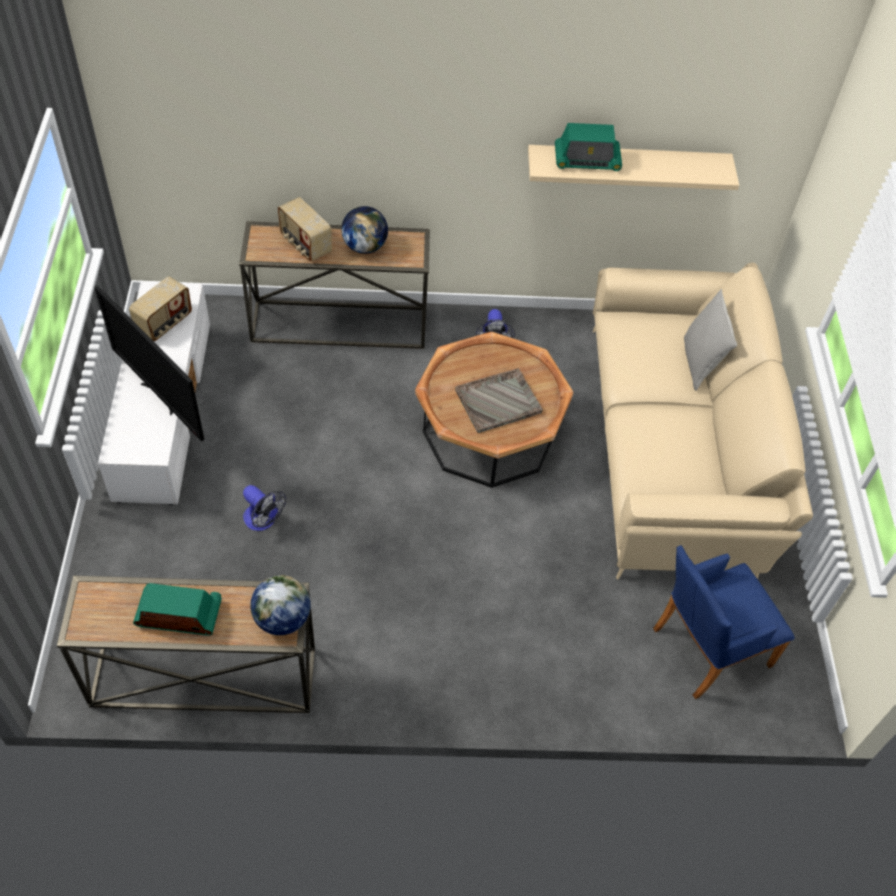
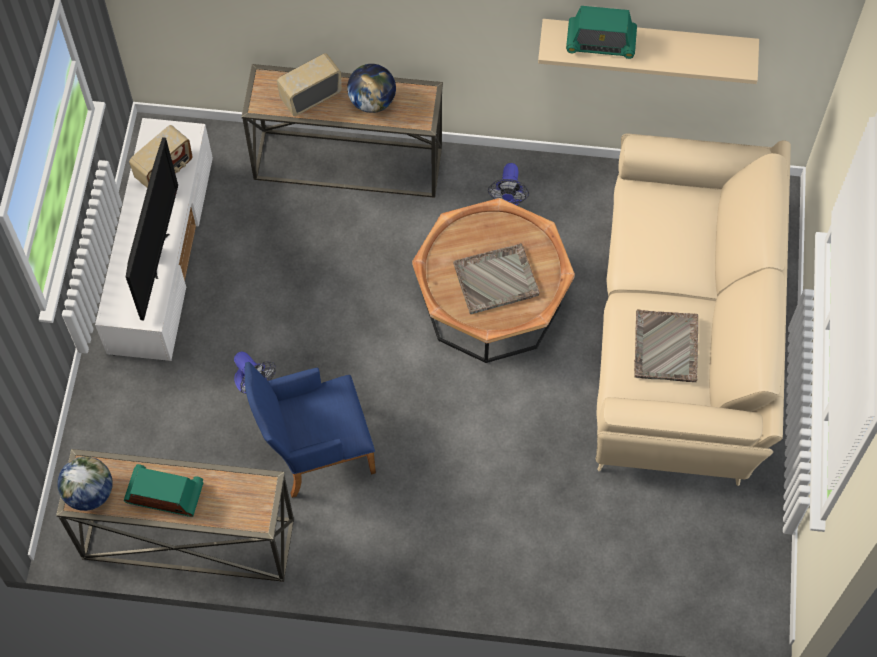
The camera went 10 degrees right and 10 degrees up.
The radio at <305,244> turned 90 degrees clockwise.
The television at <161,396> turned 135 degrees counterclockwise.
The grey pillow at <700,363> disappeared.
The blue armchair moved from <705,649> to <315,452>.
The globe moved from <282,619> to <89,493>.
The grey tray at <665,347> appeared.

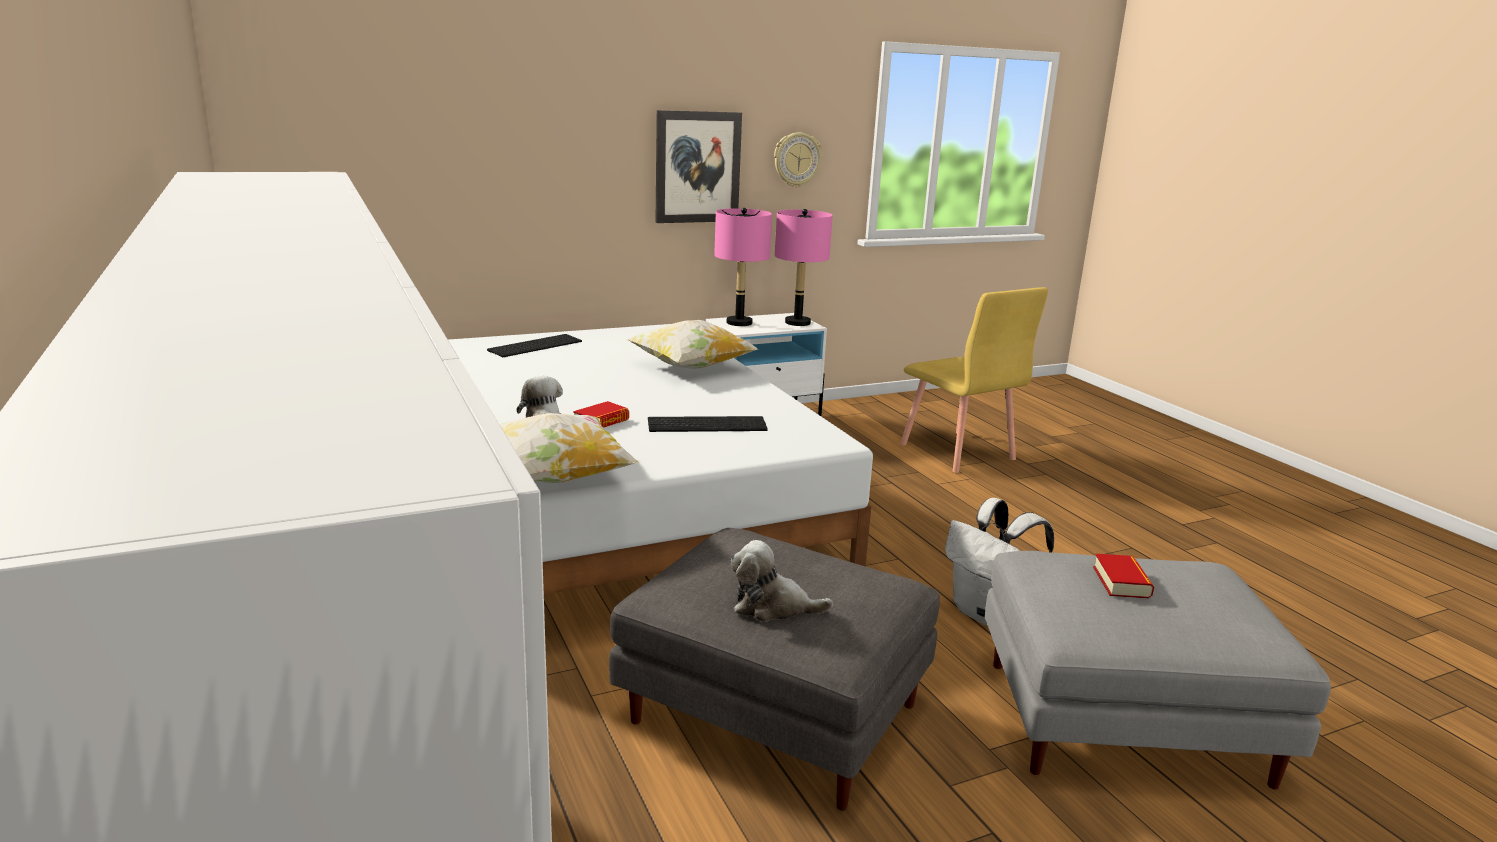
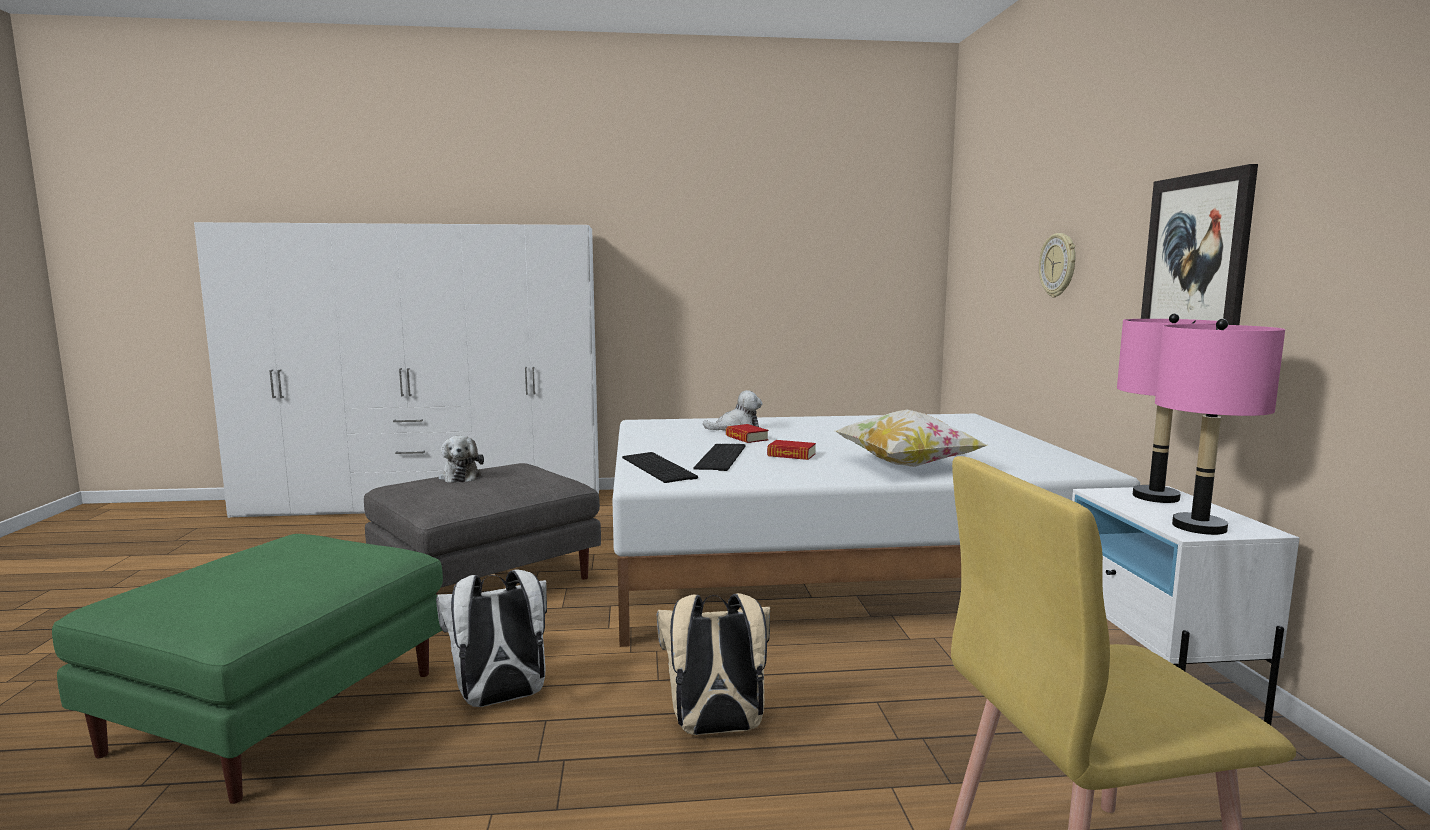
The camera went 110 degrees right and 10 degrees down.
The wall clock moved from <796,159> to <1058,265>.
The keyboard moved from <535,345> to <660,467>.
The pillow at <554,478> disappeared.
The plush toy at <772,607> turned 135 degrees clockwise.
The grey ottoman at <1120,722> became the green ottoman at <280,709>.
The book moved from <1121,582> to <791,455>.
The beige backpack at <716,729> appeared.

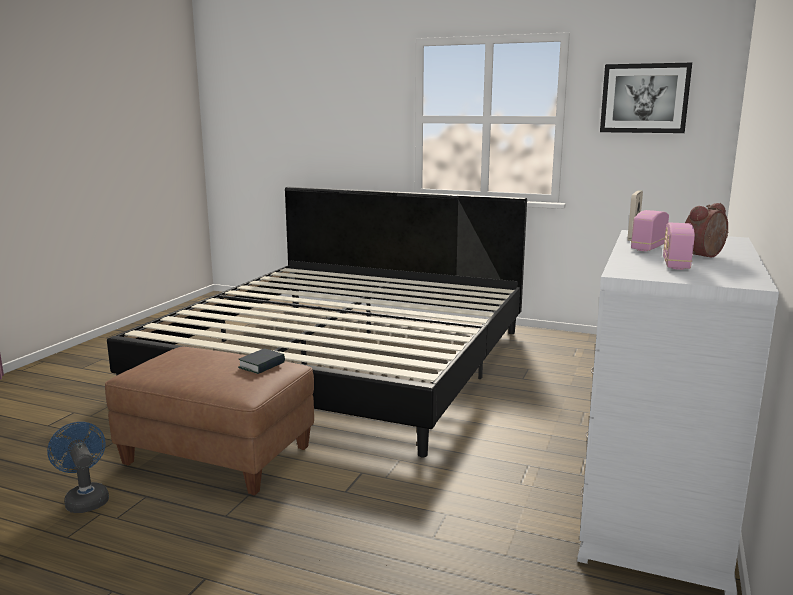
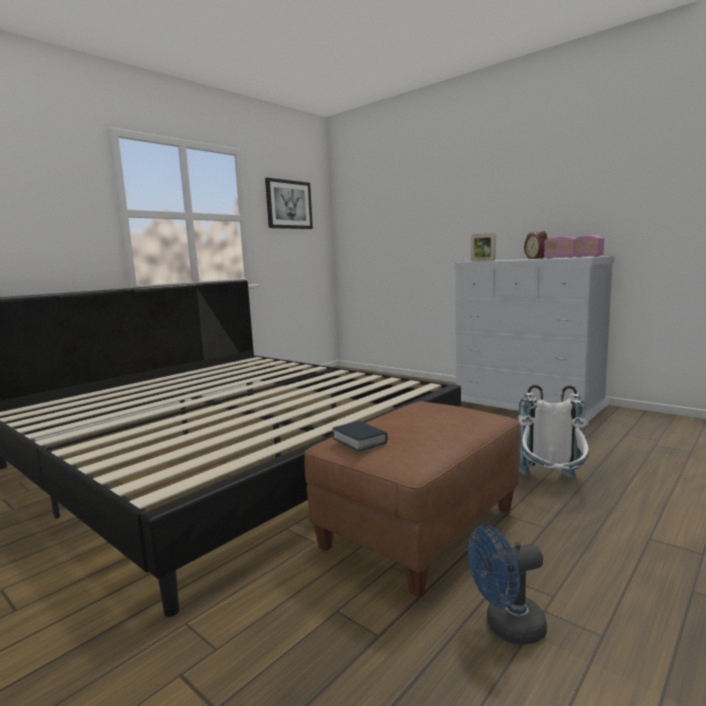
The camera went 70 degrees left and 5 degrees down.
The radio moved from <648,247> to <587,256>.
The book moved from <262,365> to <359,441>.
The white backpack at <552,485> appeared.

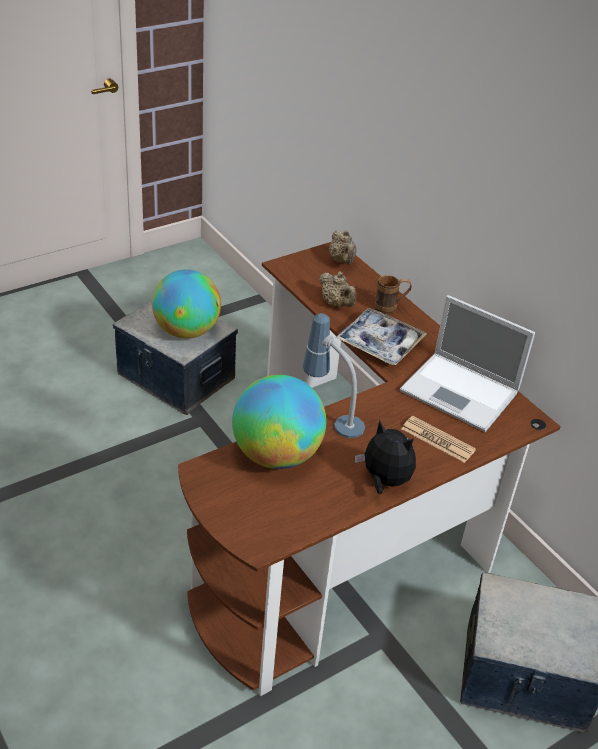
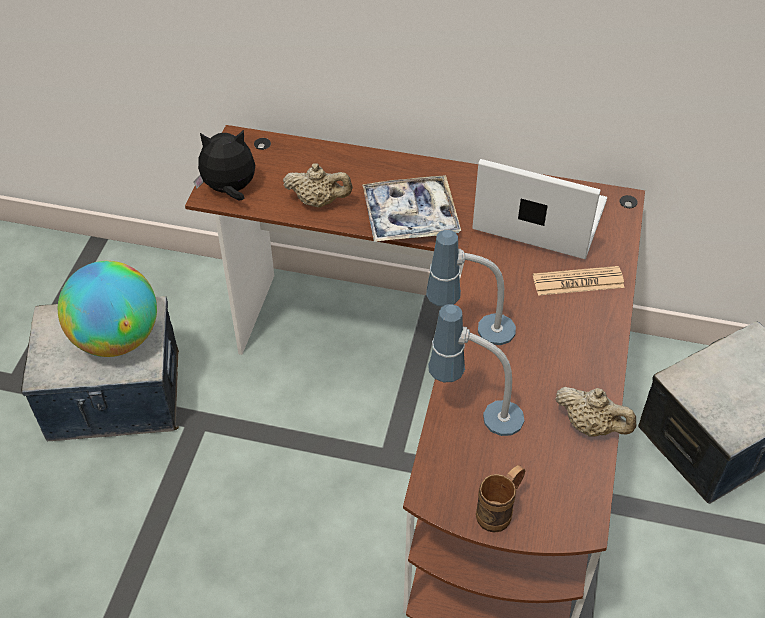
The camera went 40 degrees left and 10 degrees up.
The beige teapot moved from <342,261> to <591,426>.
The brown mug moved from <390,308> to <500,511>.
The laptop at <461,392> turned 150 degrees counterclockwise.
The globe at <276,455> was replaced by the table lamp at <474,414>.
The plush toy moved from <384,481> to <229,190>.

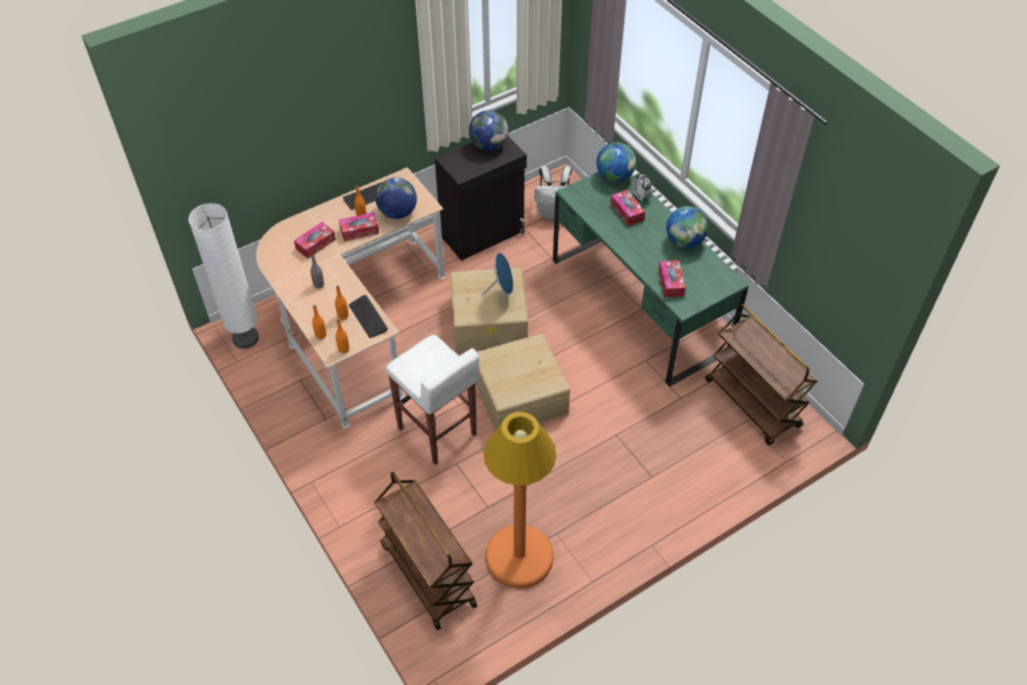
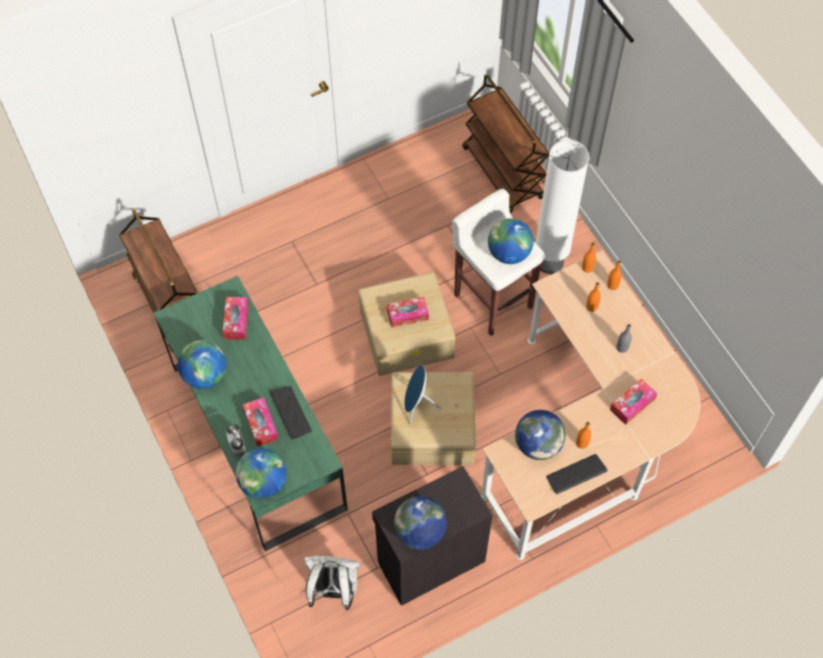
The camera went 175 degrees left and 10 degrees up.
The white floor lamp moved from <245,338> to <550,262>.
The tissue box moved from <359,231> to <407,315>.
The keyboard moved from <368,317> to <291,412>.
The orange floor lamp at <519,557> disappeared.
The globe at <509,253> appeared.

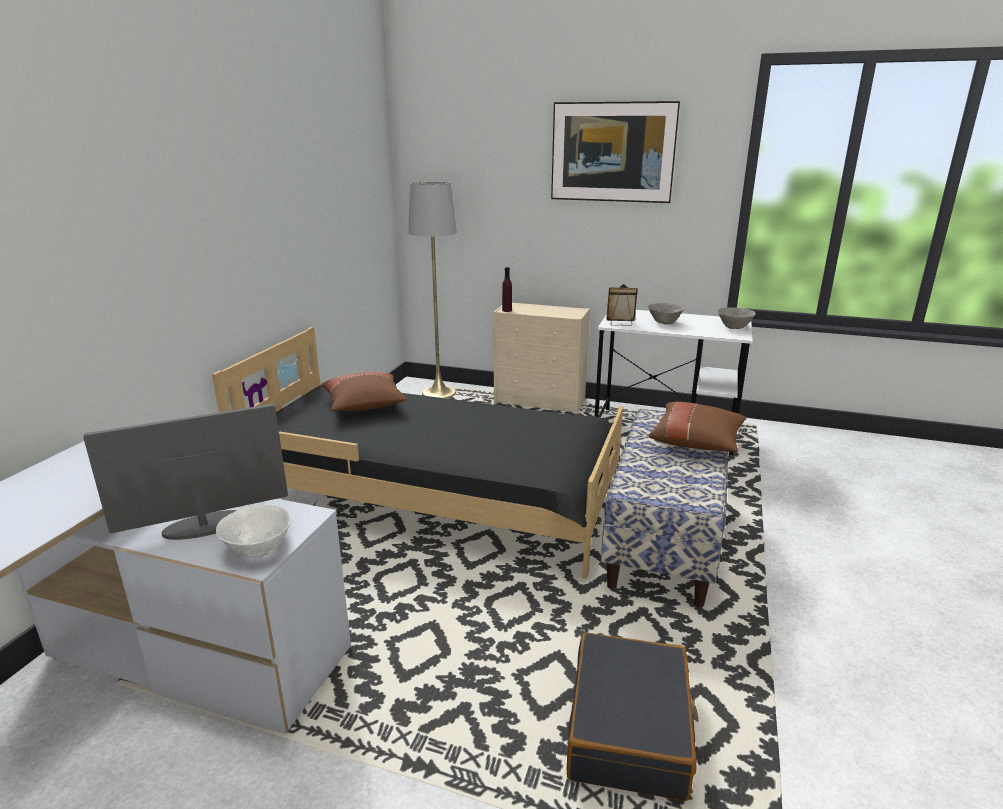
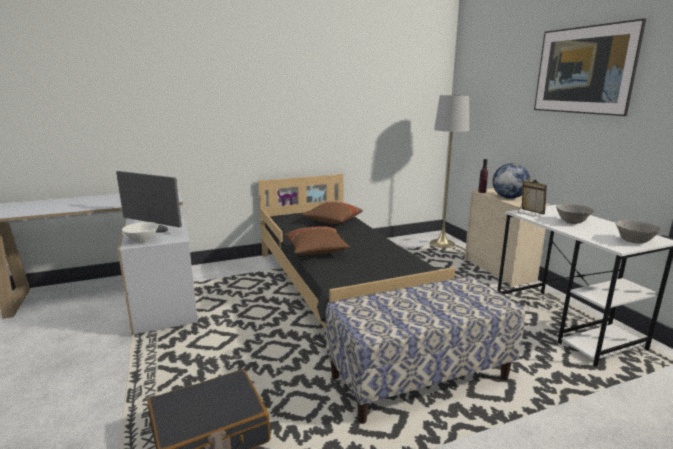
The camera went 50 degrees right and 5 degrees down.
The brown pillow moved from <696,442> to <316,251>.
The globe at <508,197> appeared.

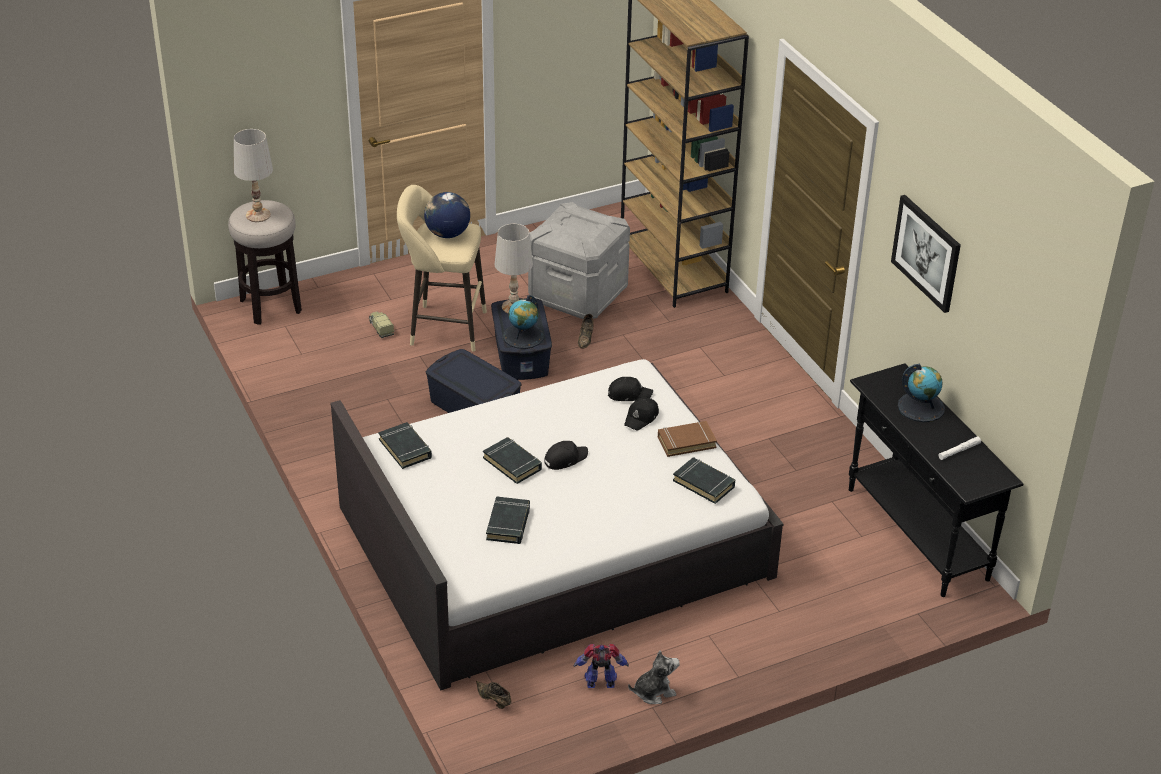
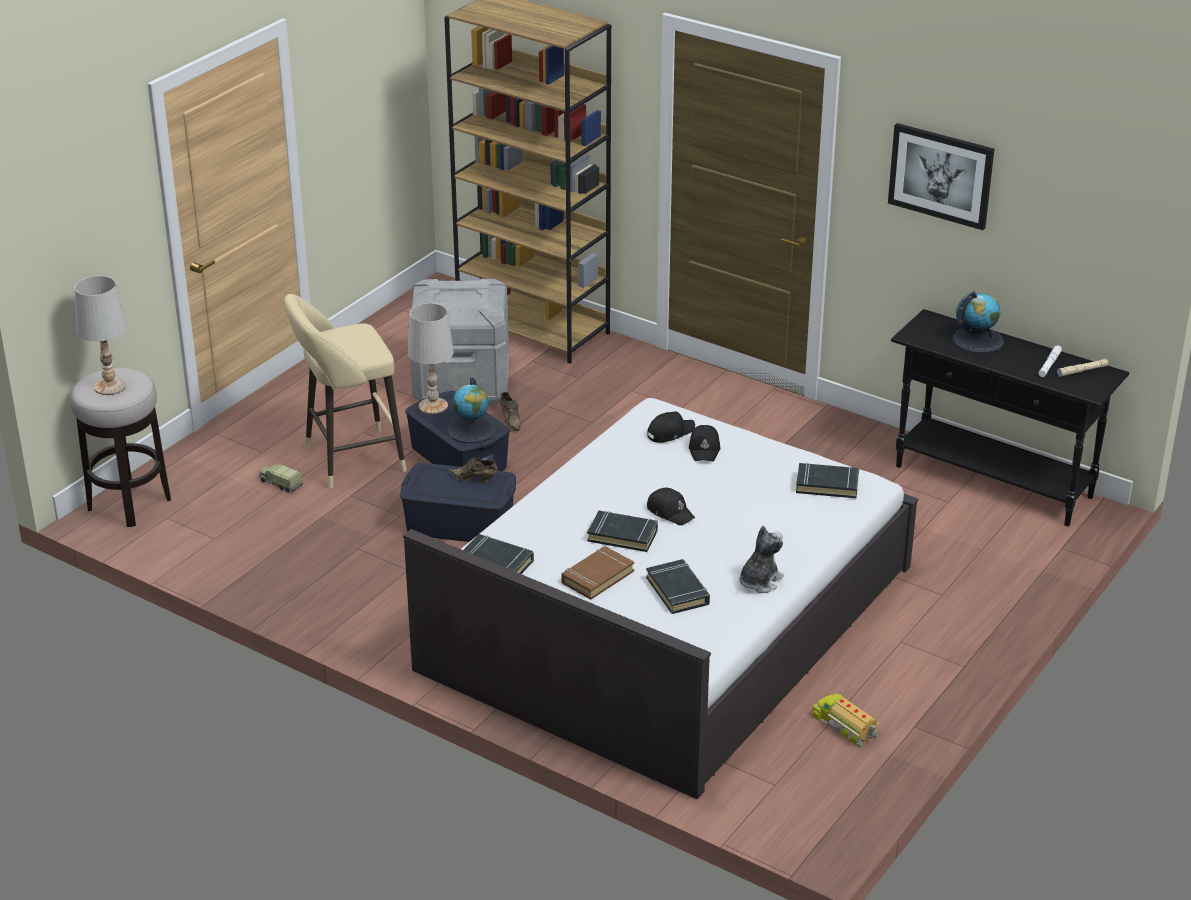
The camera went 30 degrees left and 5 degrees down.
The globe at <447,234> disappeared.
The brown book moved from <686,442> to <597,577>.
The black cap at <565,459> turned 105 degrees clockwise.
The toy robot at <601,683> was replaced by the toy truck at <846,726>.
The plush toy moved from <653,692> to <759,581>.
The brown shoe moved from <494,700> to <475,479>.
The beige flashlight at <1082,371> appeared.

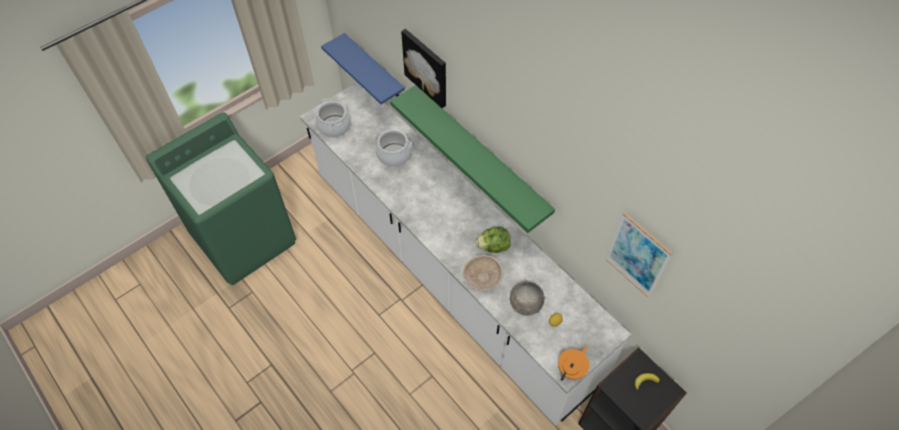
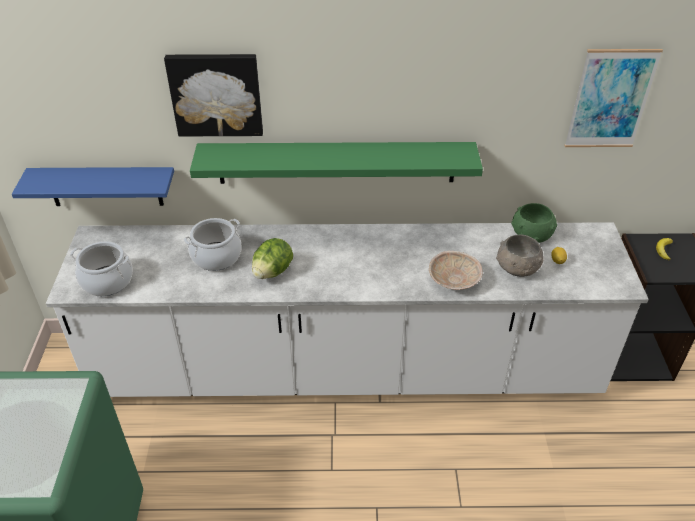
The camera went 50 degrees left and 15 degrees down.
The lettuce moved from <493,246> to <272,272>.
The orange teapot at <572,369> disappeared.
The green bowl at <531,235> appeared.

